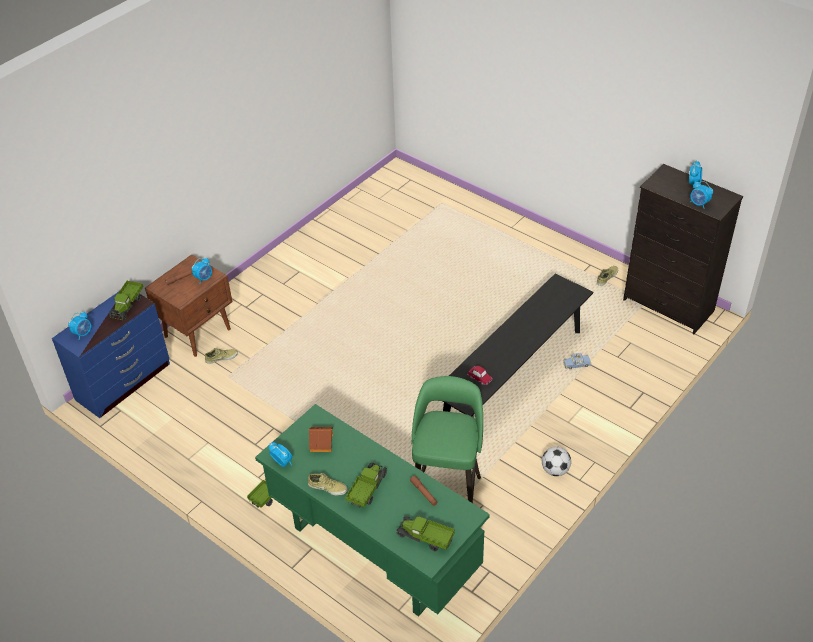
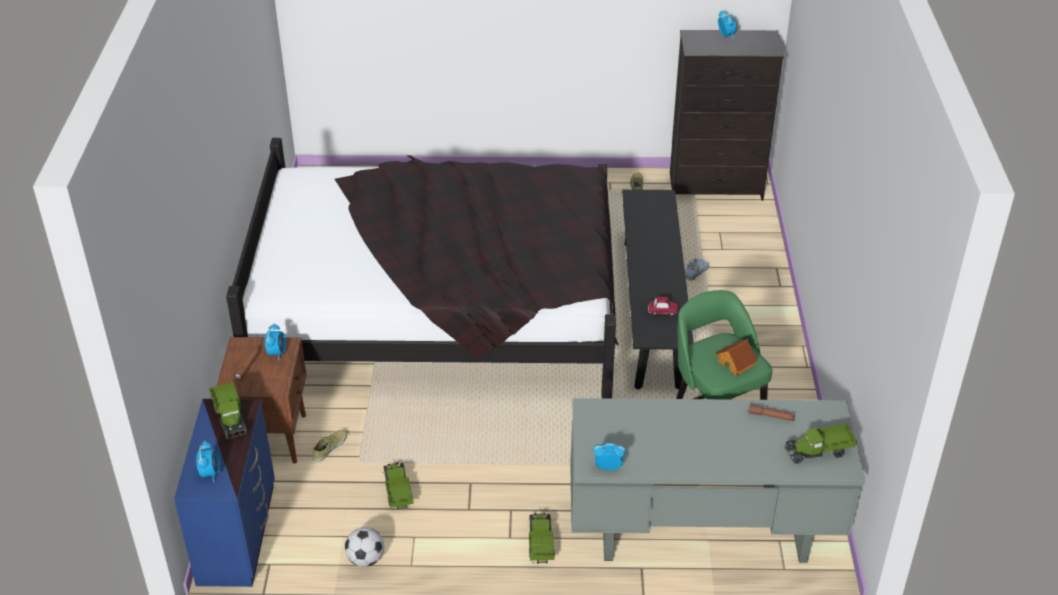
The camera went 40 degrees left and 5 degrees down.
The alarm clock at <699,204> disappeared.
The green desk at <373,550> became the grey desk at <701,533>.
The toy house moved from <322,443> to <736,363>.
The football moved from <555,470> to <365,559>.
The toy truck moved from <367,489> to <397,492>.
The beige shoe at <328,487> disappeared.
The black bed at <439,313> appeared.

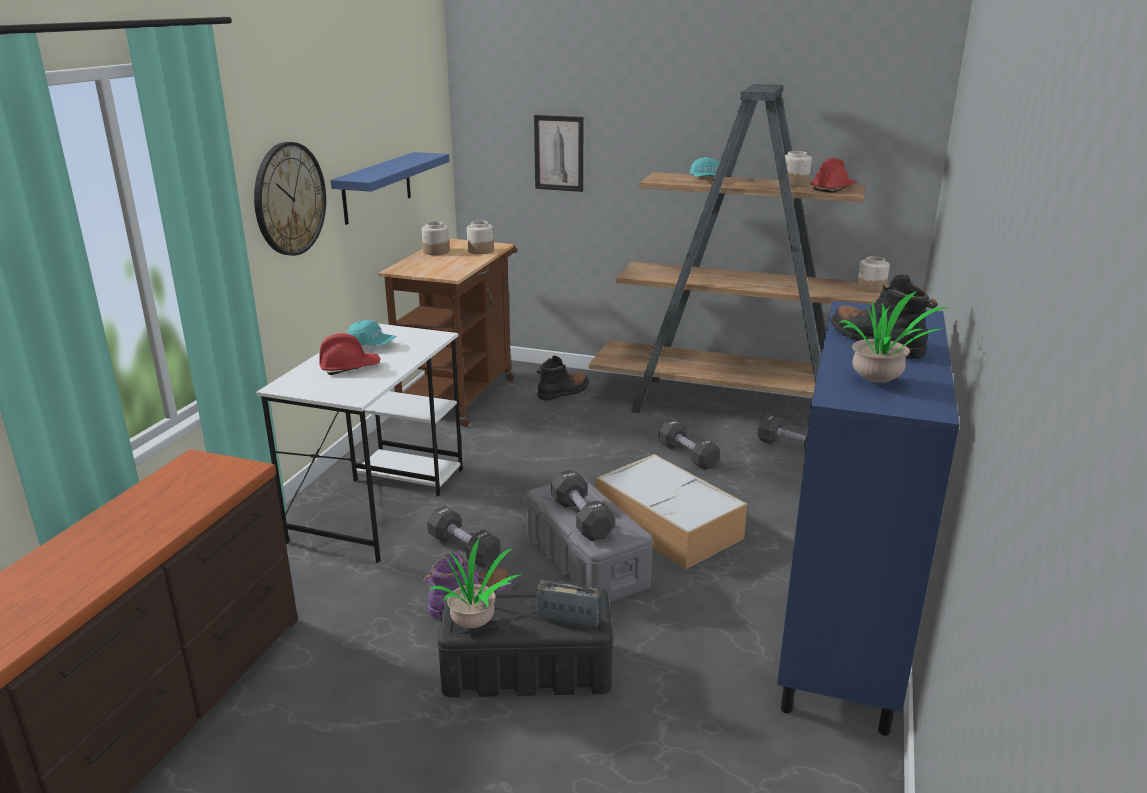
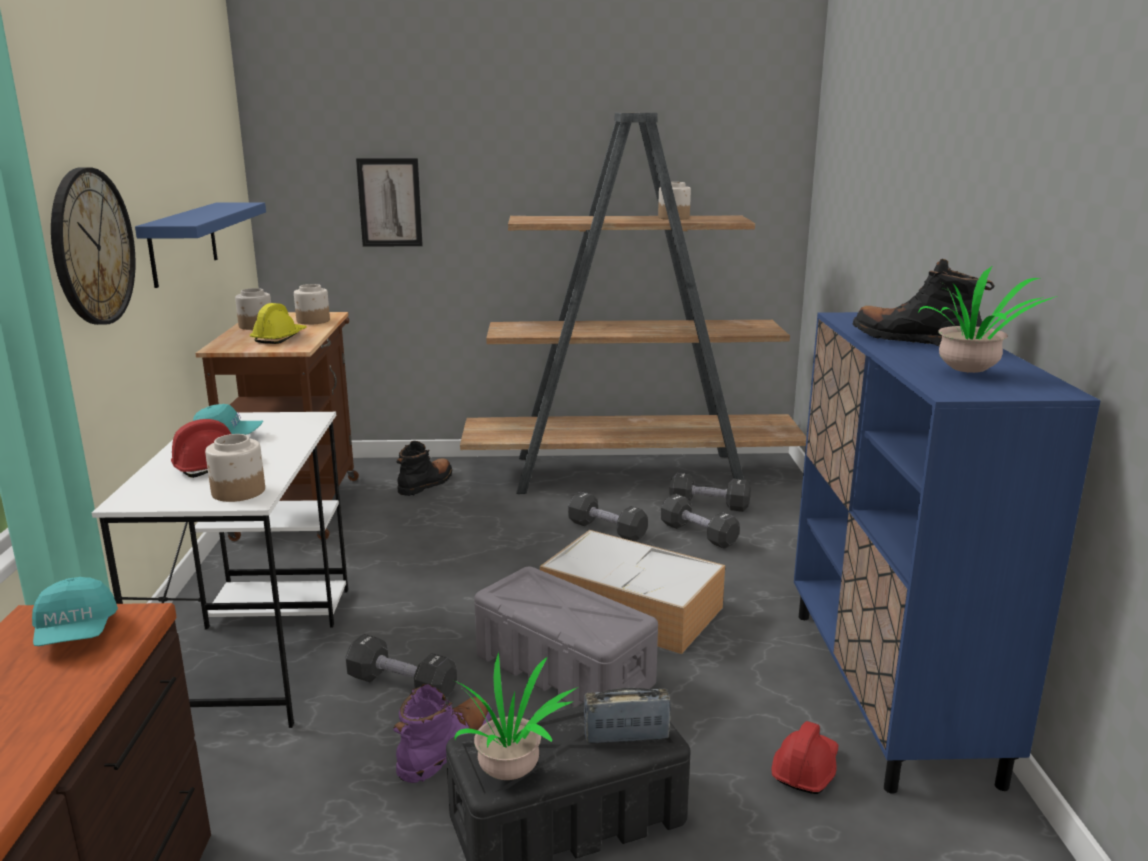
The camera went 20 degrees left and 5 degrees down.
The turquoise cap moved from <706,180> to <76,633>.
The red hard hat moved from <833,189> to <805,768>.
The jar moved from <871,288> to <238,492>.
The black dumbbell moved from <581,519> to <698,534>.
The yellow hard hat at <279,338> appeared.

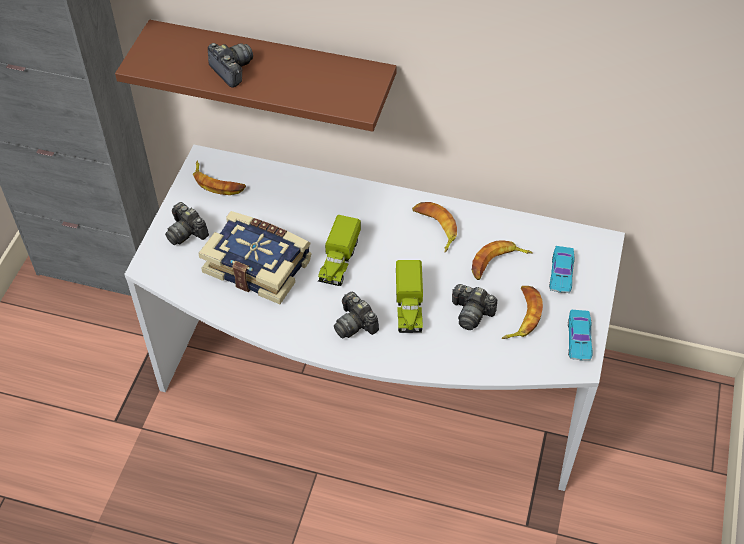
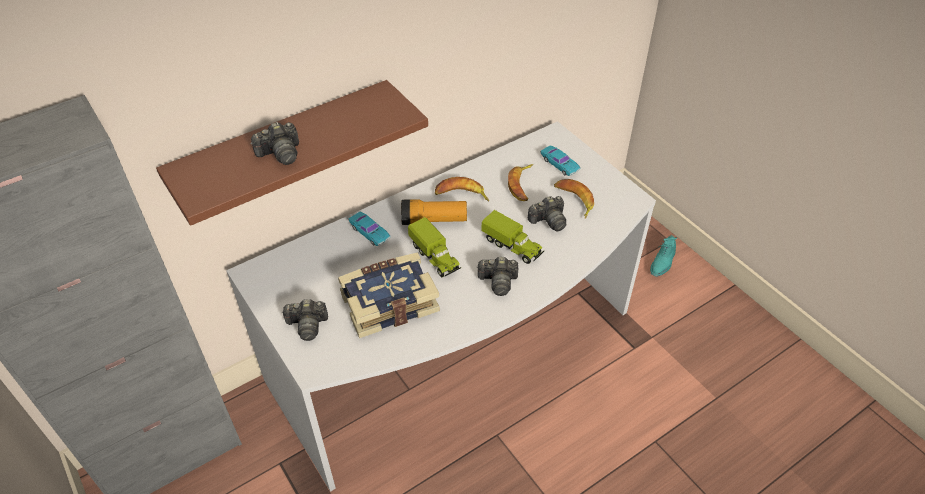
The camera went 50 degrees left and 5 degrees down.
The photo camera at <231,70> turned 150 degrees clockwise.
The banana at <218,183> disappeared.
The turquoise toy car moved from <579,338> to <369,232>.
The flashlight at <434,220> appeared.
The turquoise shoe at <662,263> appeared.

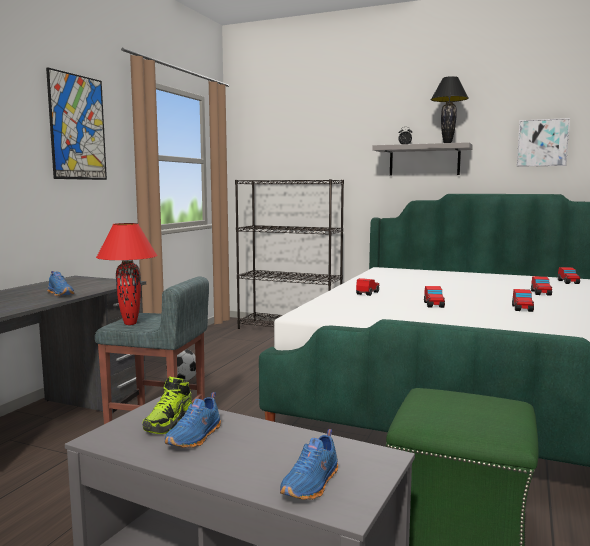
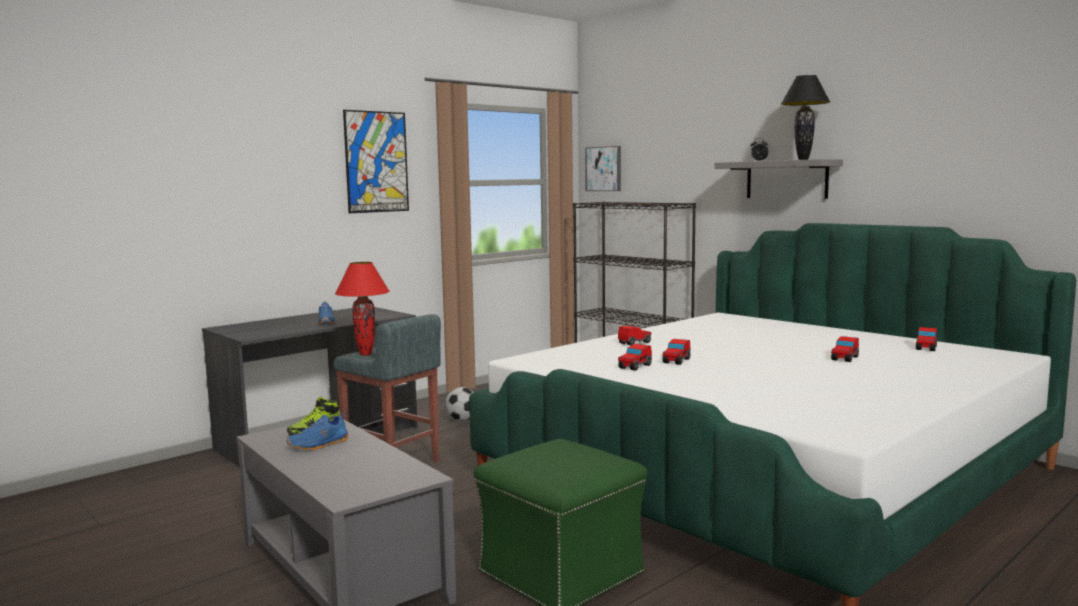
The camera went 25 degrees right and 0 degrees up.
The picture moved from <542,143> to <604,169>.
The toy car moved from <522,309> to <635,366>.
The blue shoe at <312,484> disappeared.

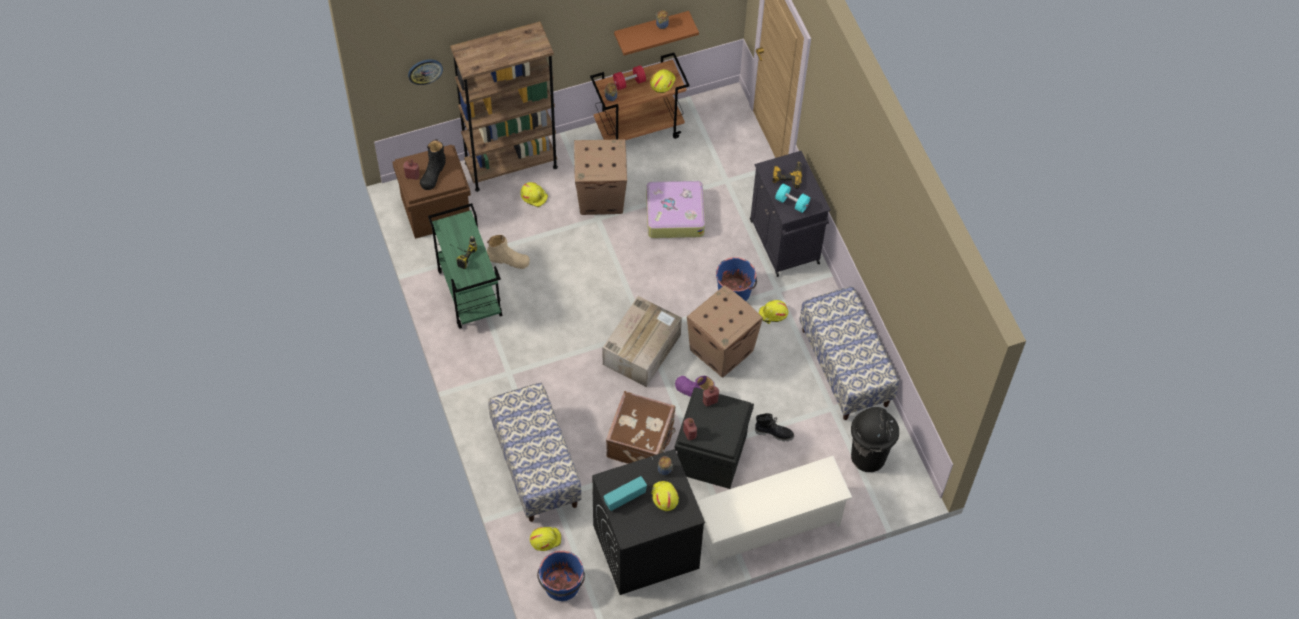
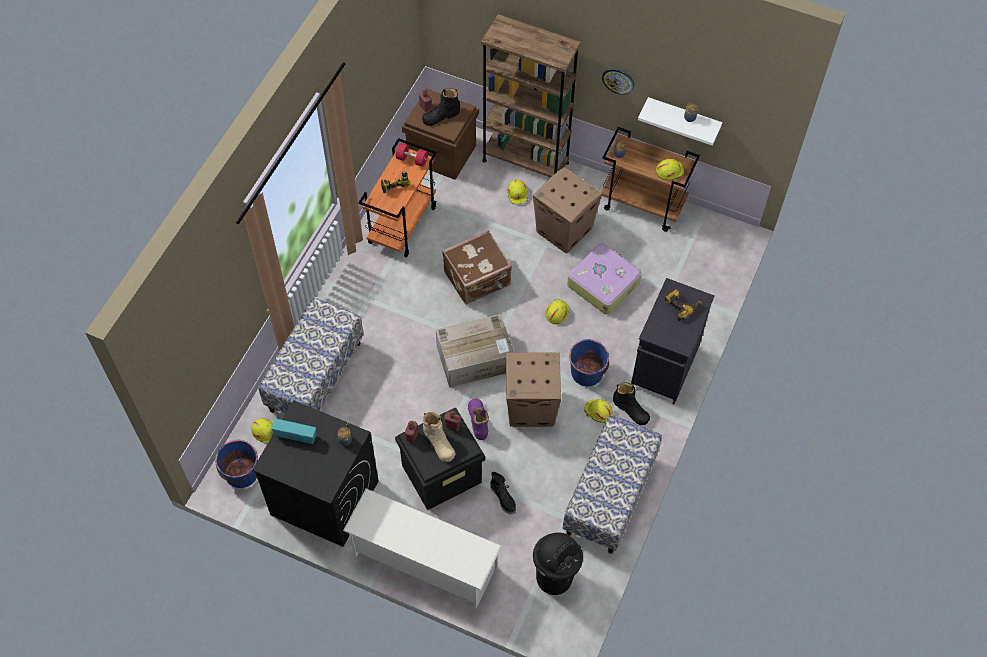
The camera went 45 degrees right and 0 degrees up.
The brown shelf at <651,29> became the white shelf at <683,118>.
The wall clock moved from <425,71> to <618,80>.
The red dumbbell moved from <629,82> to <412,159>.
The turquoise dumbbell at <791,203> disappeared.
The green cart at <469,292> became the orange cart at <402,224>.
The beige boot moved from <508,260> to <439,443>.
The brown suitcase moved from <641,441> to <478,279>.
The yellow hard hat moved from <664,497> to <556,312>.
The black boot at <631,410> appeared.

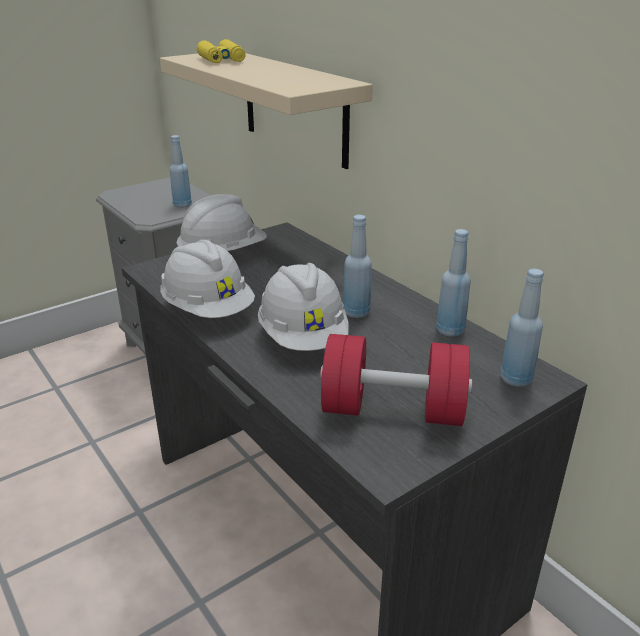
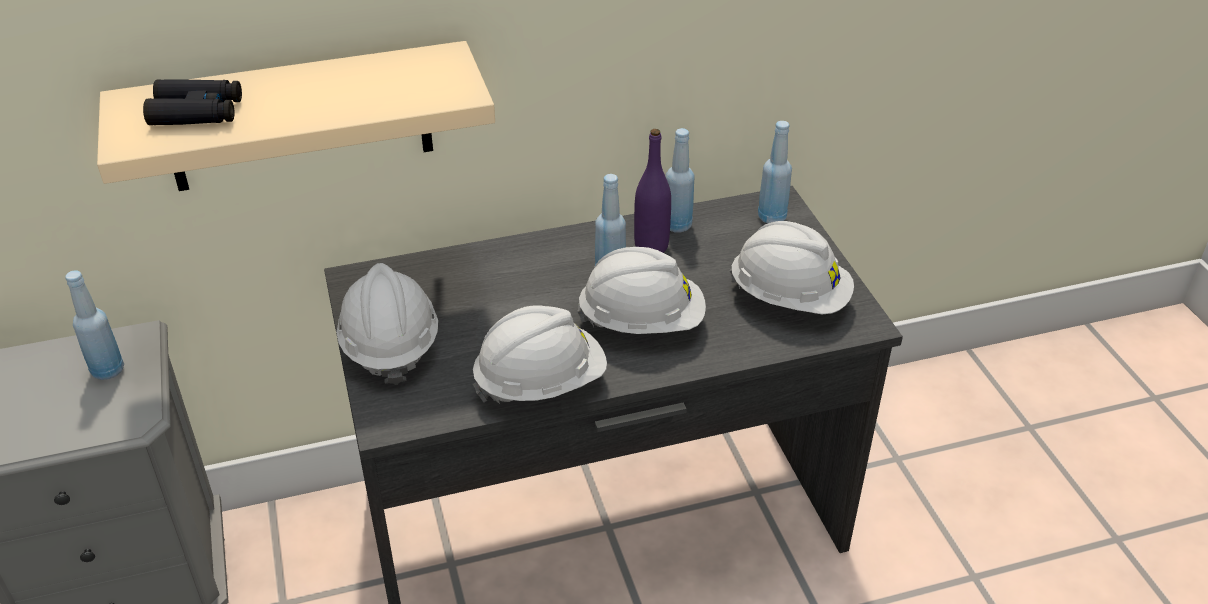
The camera went 70 degrees left and 10 degrees up.
The yellow binoculars at <221,60> became the black binoculars at <197,112>.
The red dumbbell at <392,410> was replaced by the white hard hat at <789,298>.
The purple bottle at <651,247> appeared.

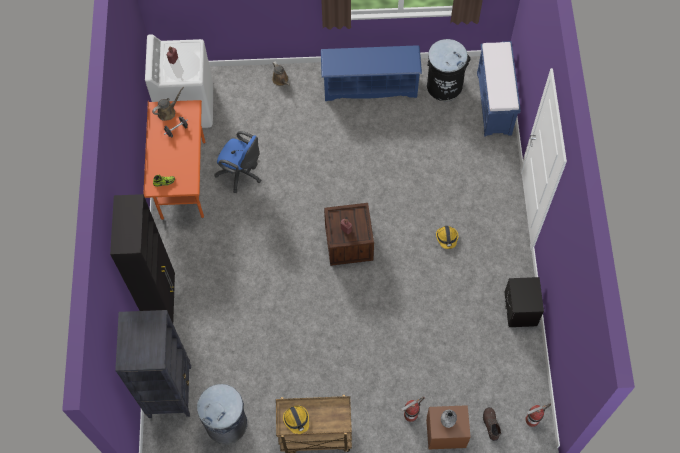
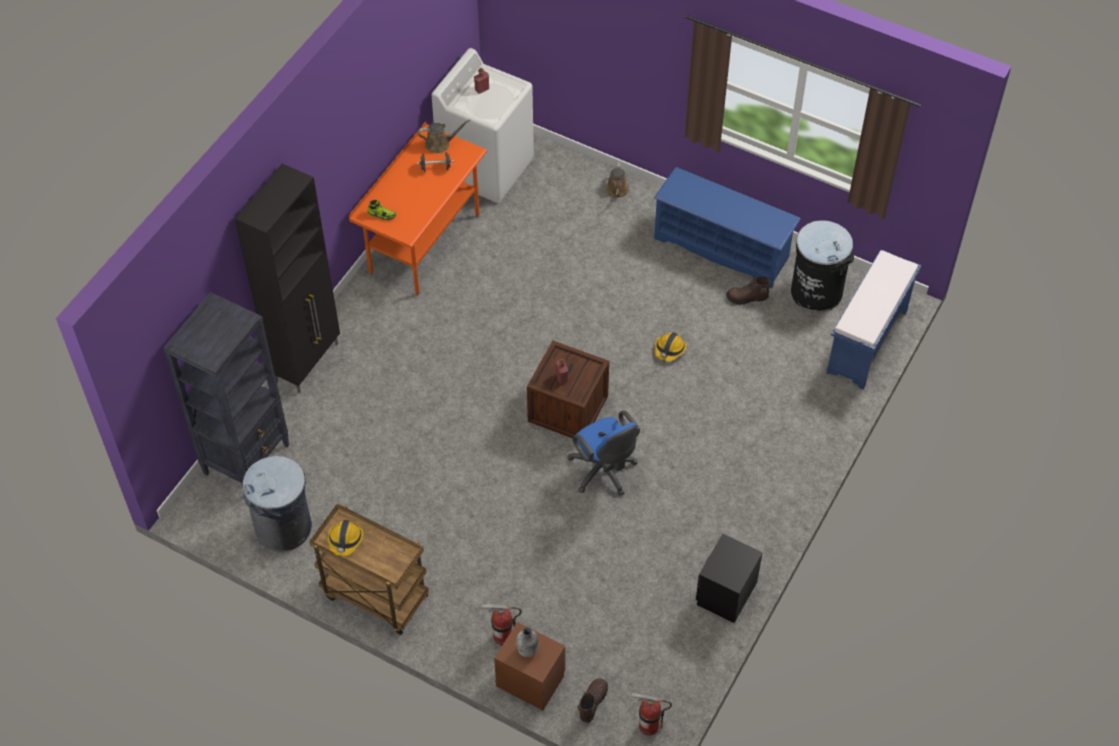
The camera went 30 degrees right and 10 degrees down.
The blue office chair moved from <241,174> to <604,472>.
The hard hat moved from <447,238> to <669,349>.
The brown boot at <747,298> appeared.

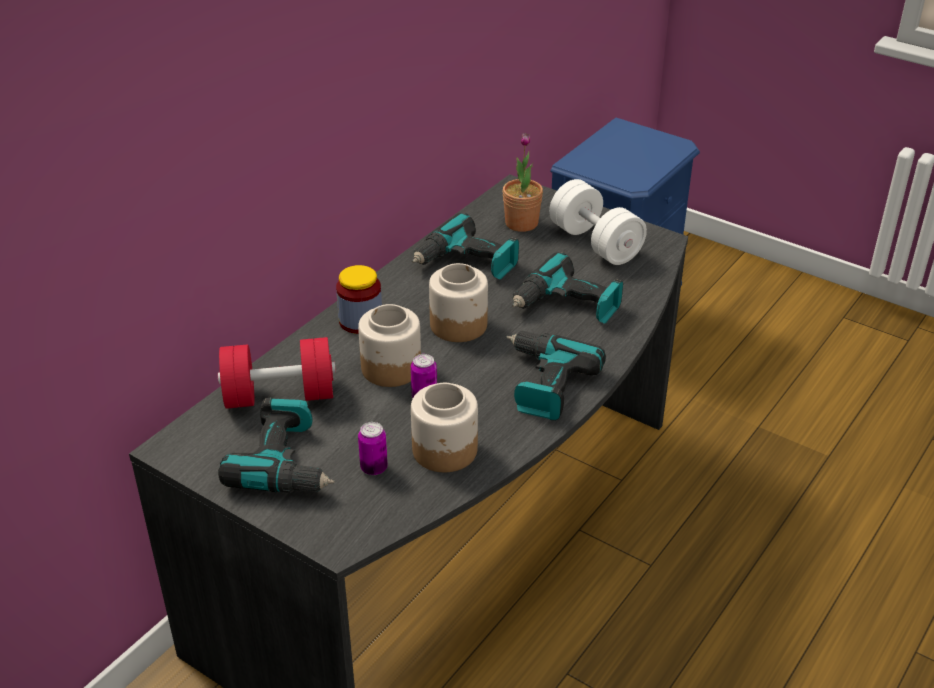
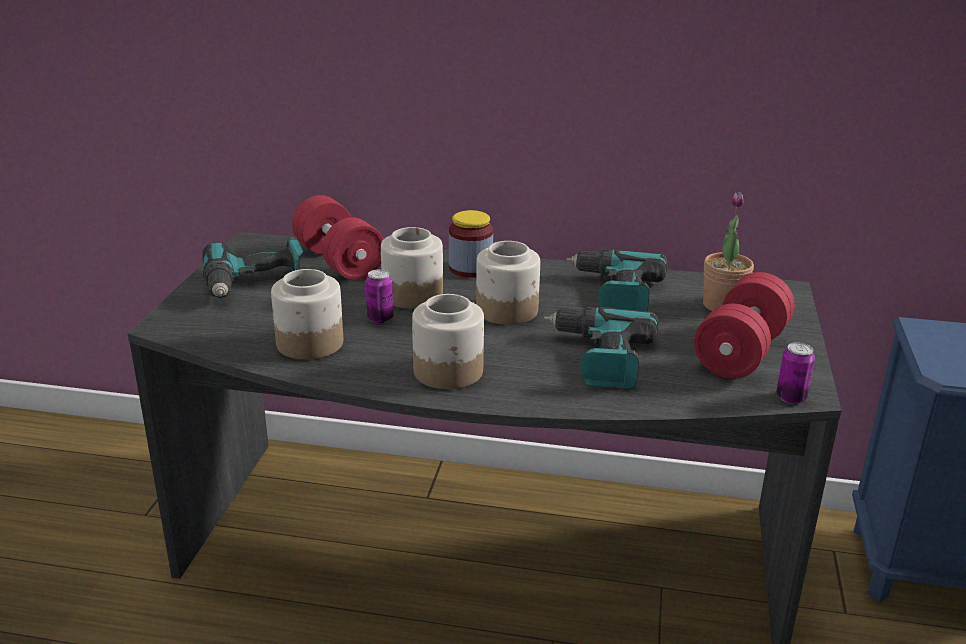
The camera went 65 degrees right and 10 degrees down.
The white dumbbell at <595,243> became the red dumbbell at <741,352>.
The power drill at <544,384> was replaced by the jar at <449,372>.
The can moved from <374,468> to <791,398>.

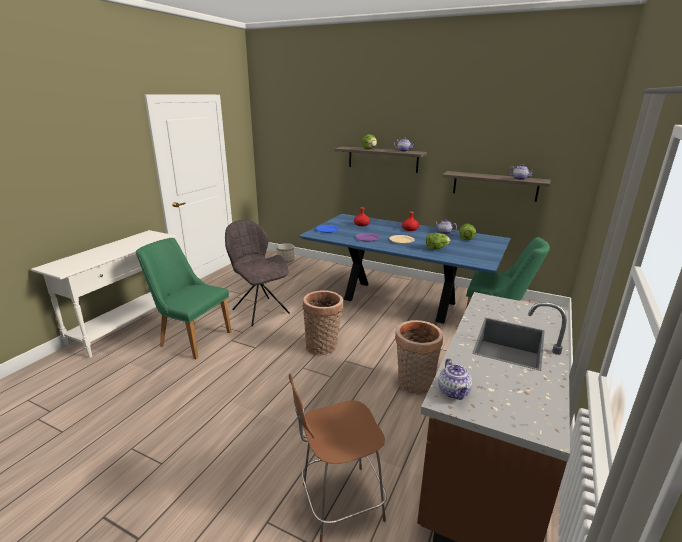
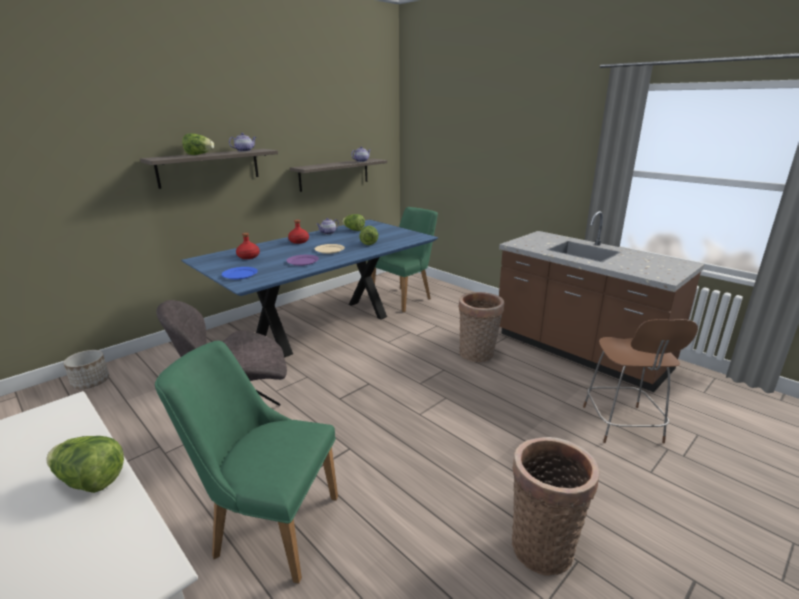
The camera went 70 degrees left and 0 degrees up.
The green chair at <190,338> turned 60 degrees clockwise.
The basket moved from <323,347> to <543,544>.
The teapot at <454,392> disappeared.
The lettuce at <90,481> appeared.

